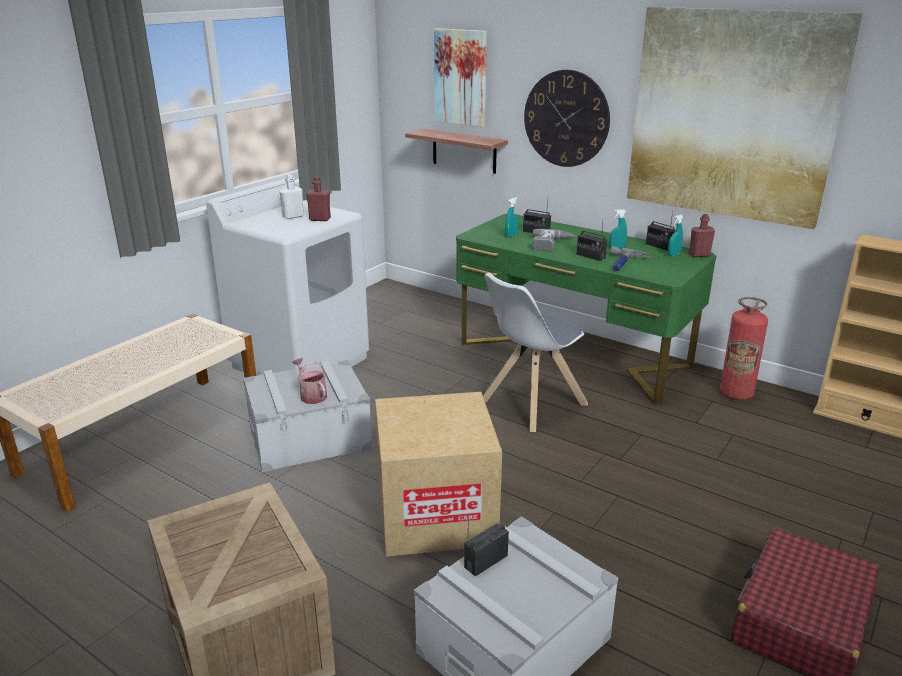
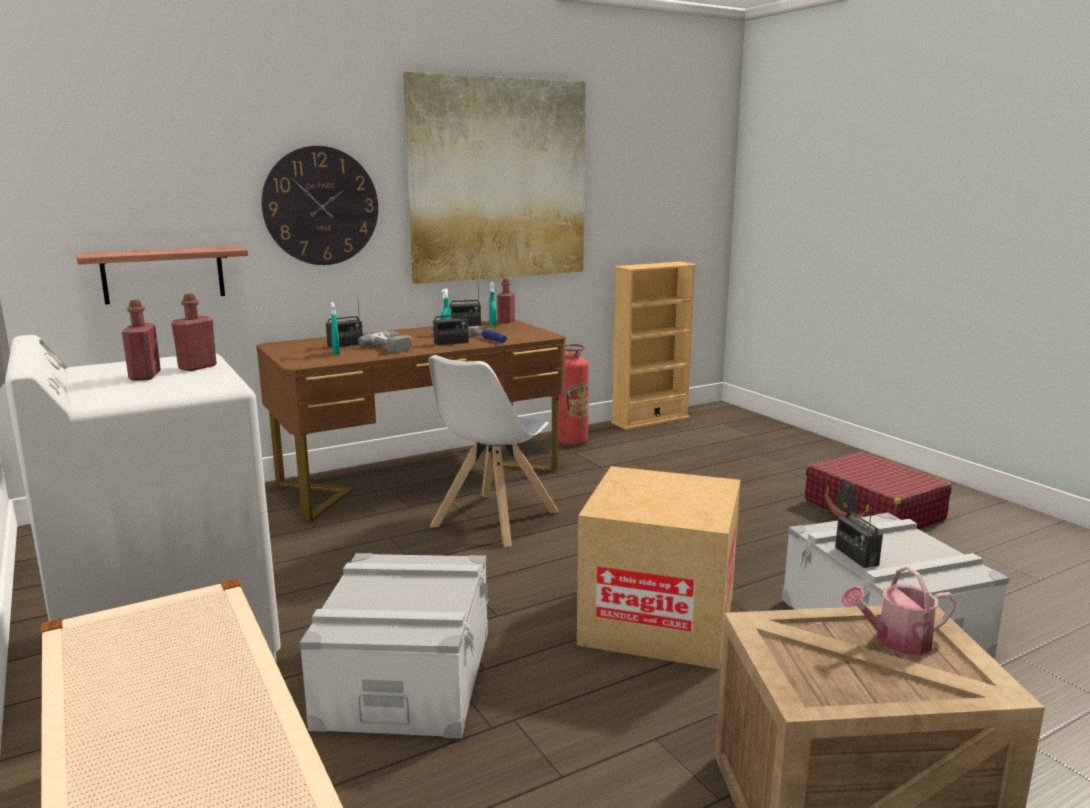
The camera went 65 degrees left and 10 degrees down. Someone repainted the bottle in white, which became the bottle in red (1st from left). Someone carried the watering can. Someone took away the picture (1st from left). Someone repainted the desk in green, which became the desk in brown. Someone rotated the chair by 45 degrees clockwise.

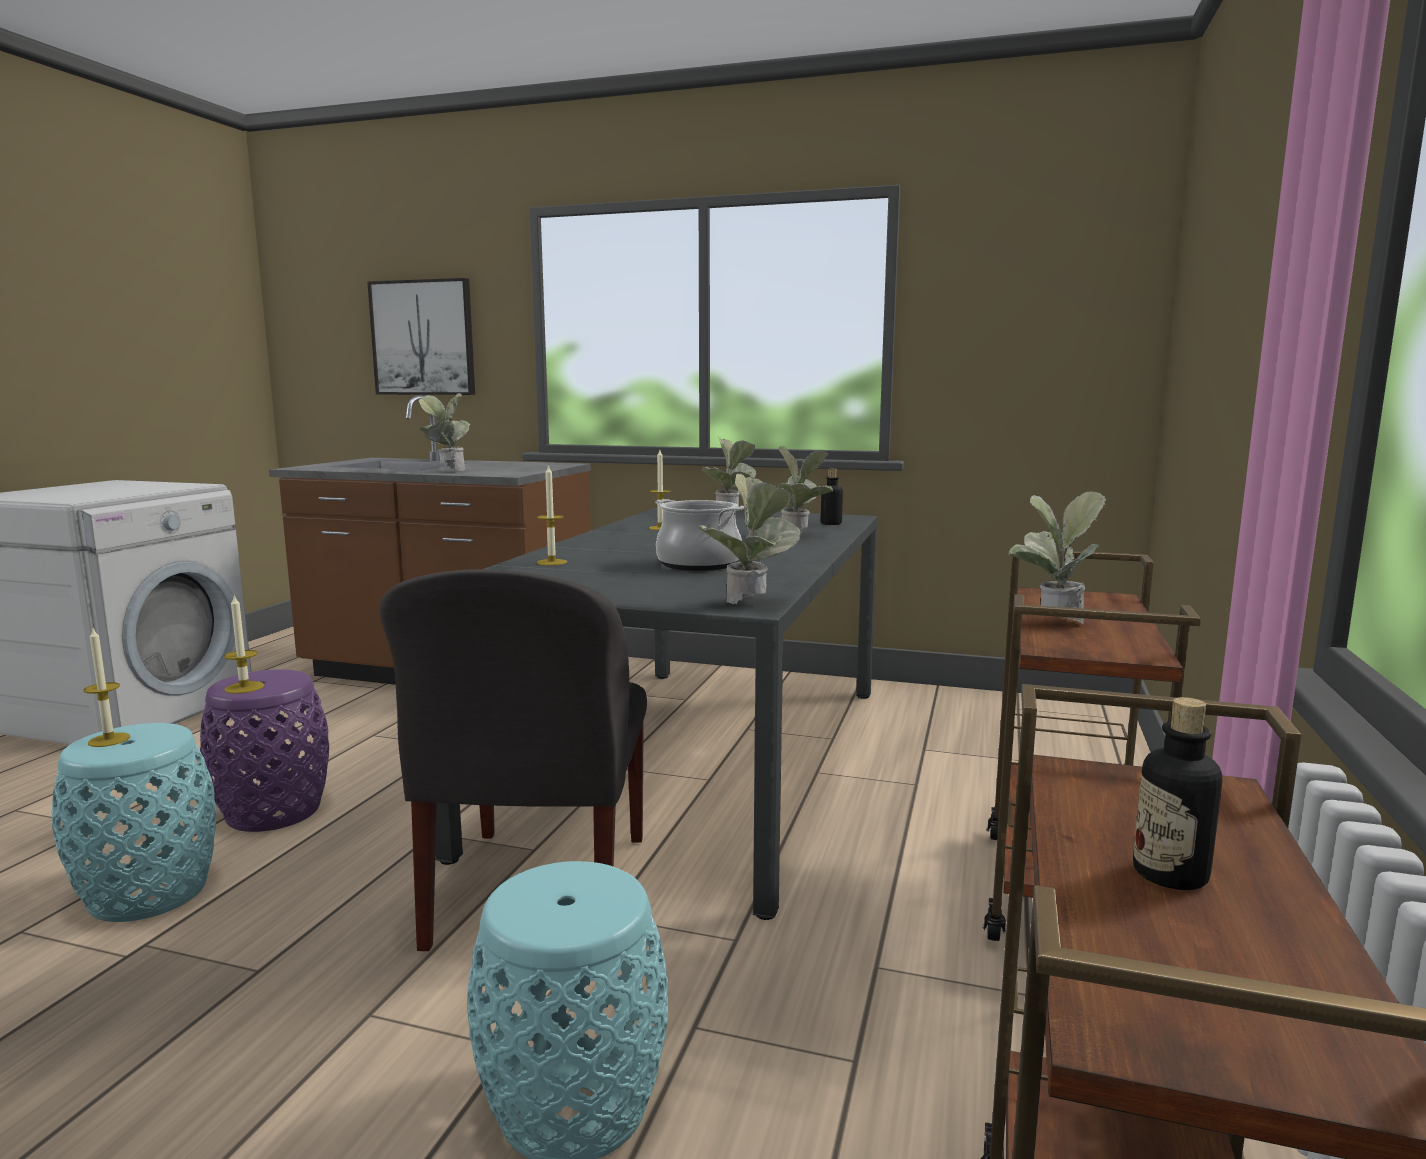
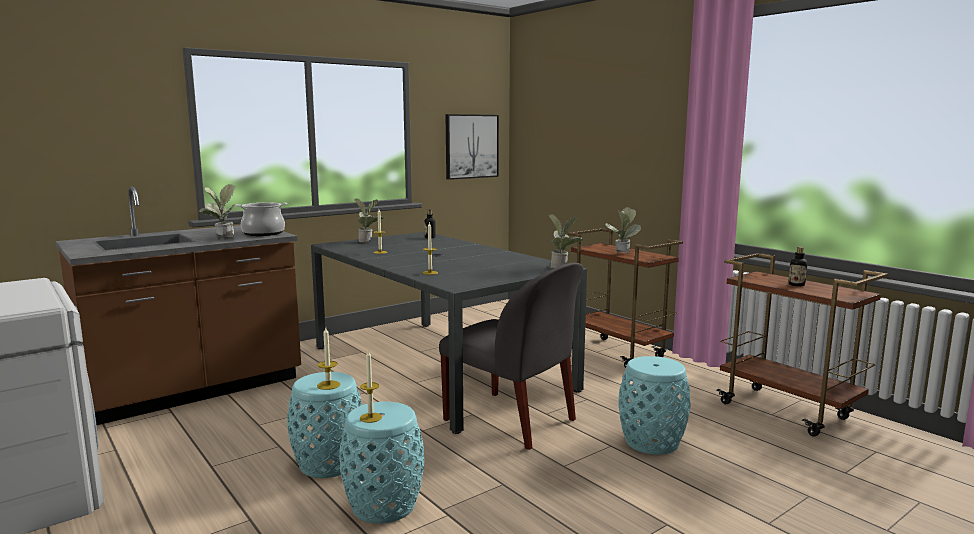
The camera went 55 degrees left and 0 degrees up. Someone repainted the stool in purple, which became the stool in turquoise (1st from left). Someone carried the picture. Someone carried the cooking pot. Someone took away the potted plant (4th from left).

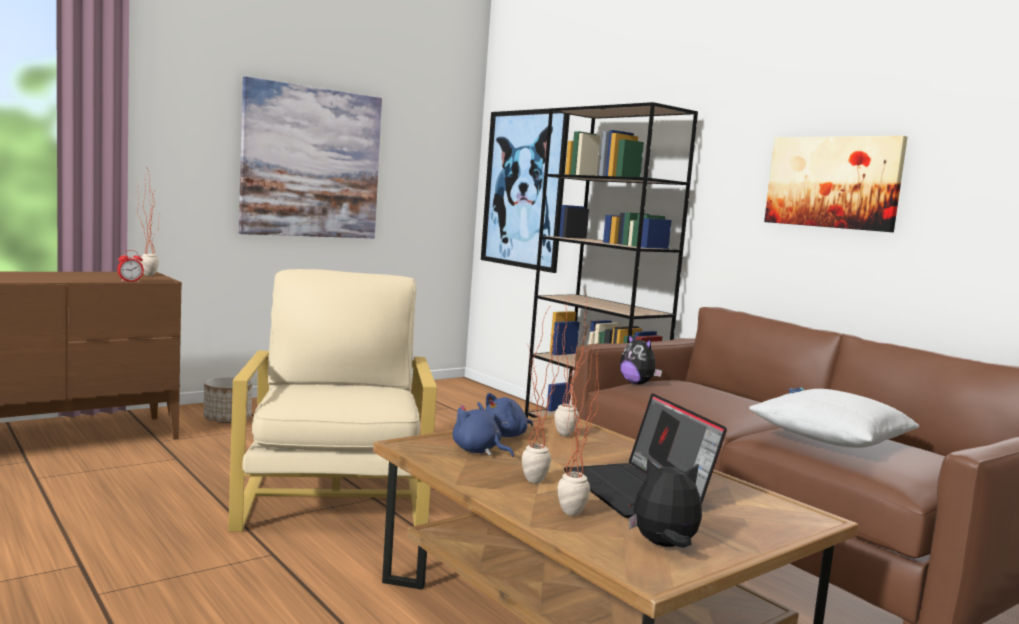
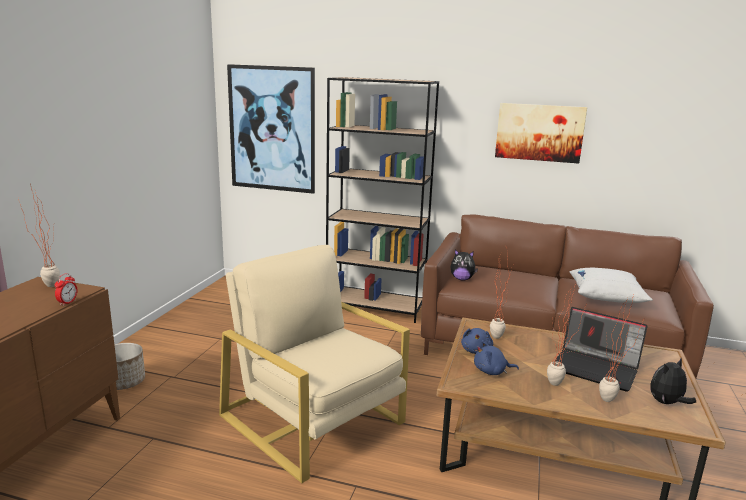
The camera went 35 degrees left and 10 degrees up. Someone took away the picture (1st from left).

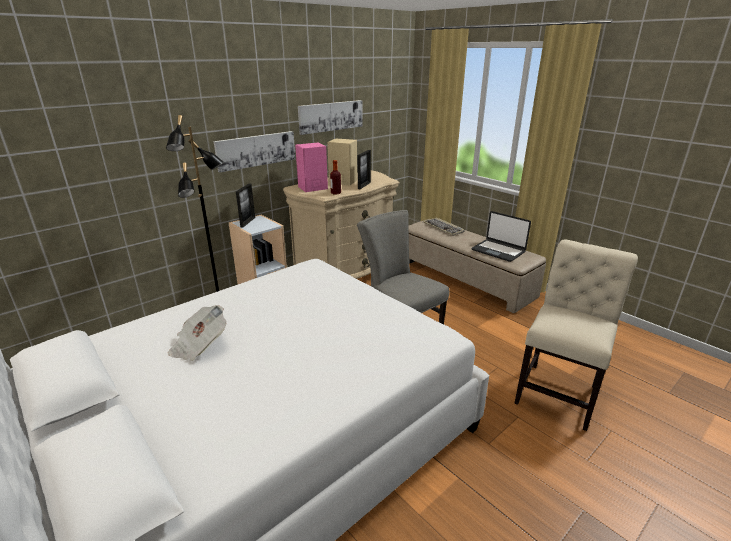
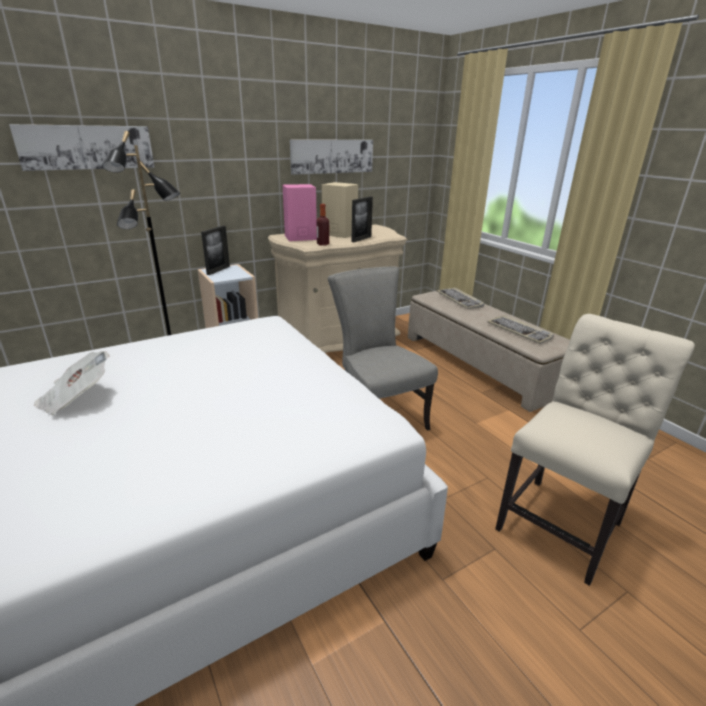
The camera went 10 degrees right and 0 degrees up. Someone carried the picture (1st from left). Someone swapped the laptop for the keyboard (2nd from left).

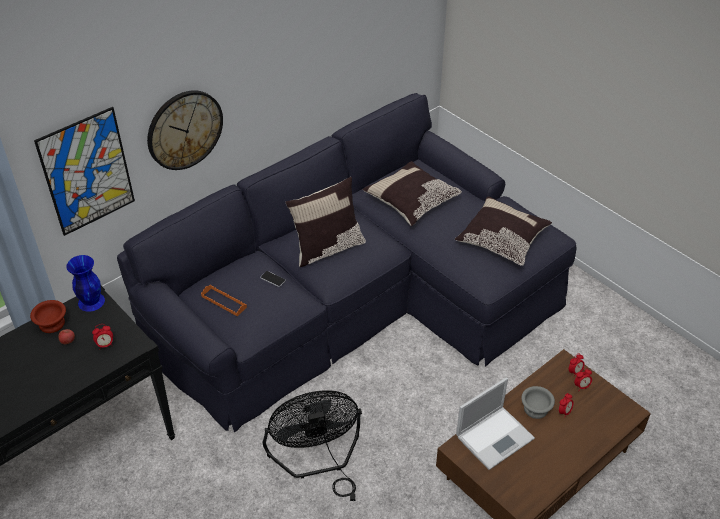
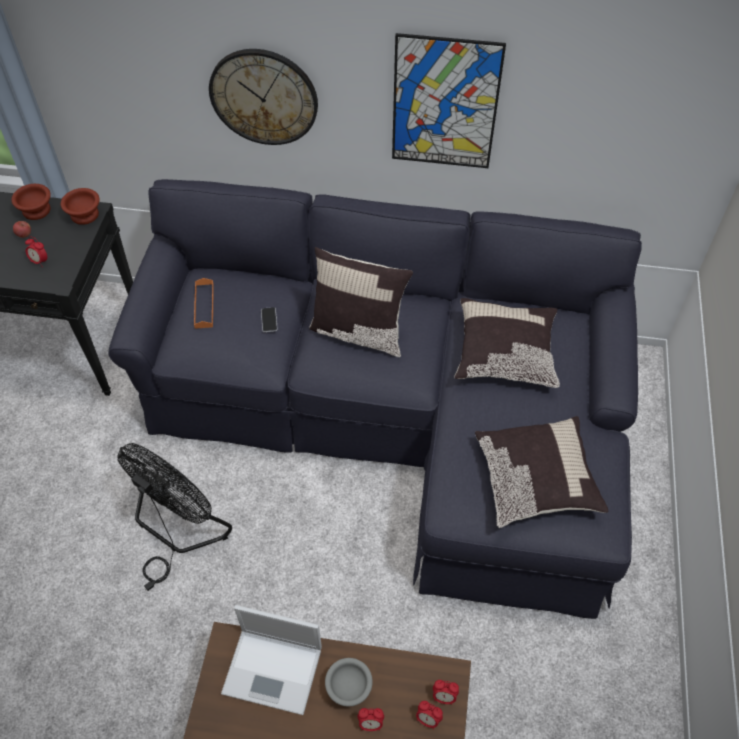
The camera went 50 degrees right and 10 degrees up. Someone carried the picture. Someone swapped the vase in blue for the bowl in brown (2nd from left).

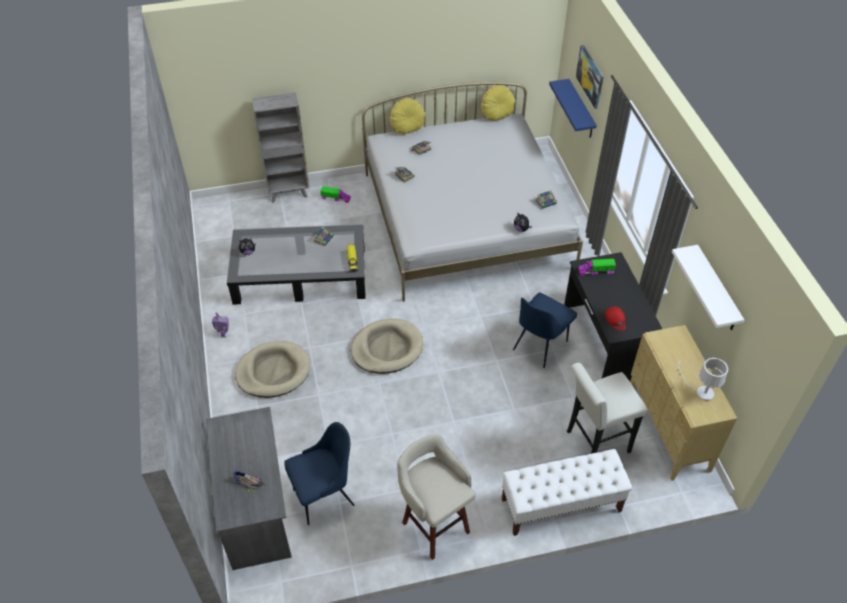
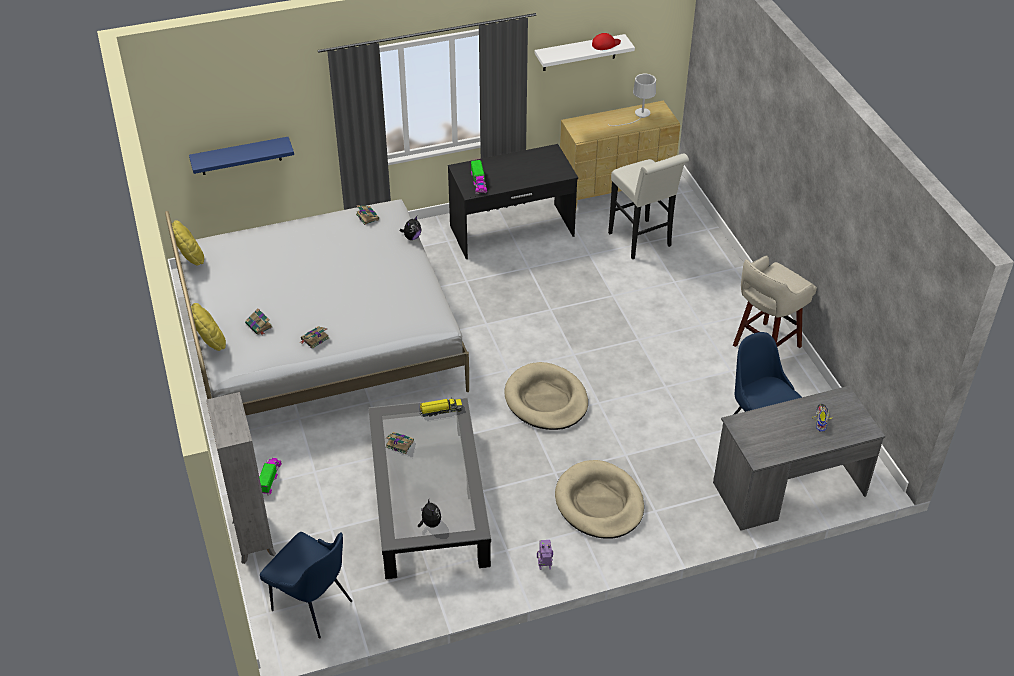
The camera went 95 degrees left and 5 degrees down. Someone took away the bench in white. Someone carried the chair in blue (2nd from left in the first image). Someone took away the picture. Someone carried the cap in red.

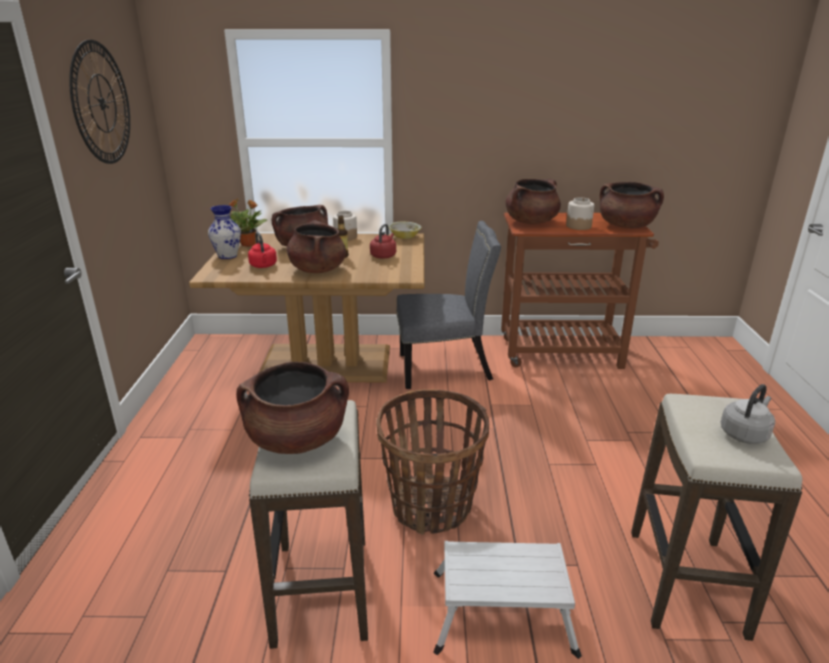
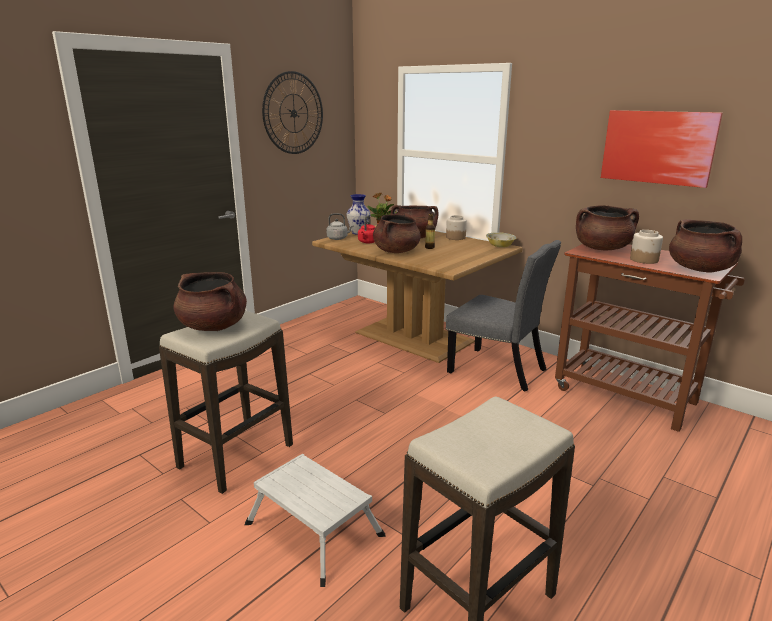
The camera went 40 degrees right and 5 degrees down. Someone took away the kettle in red (2nd from left). Someone took away the basket. Someone carried the kettle in grey. Someone put up the picture.

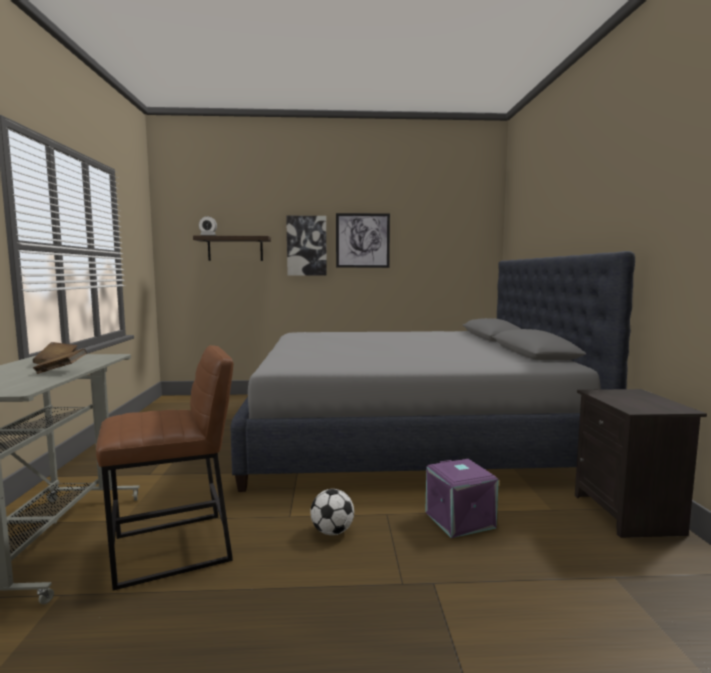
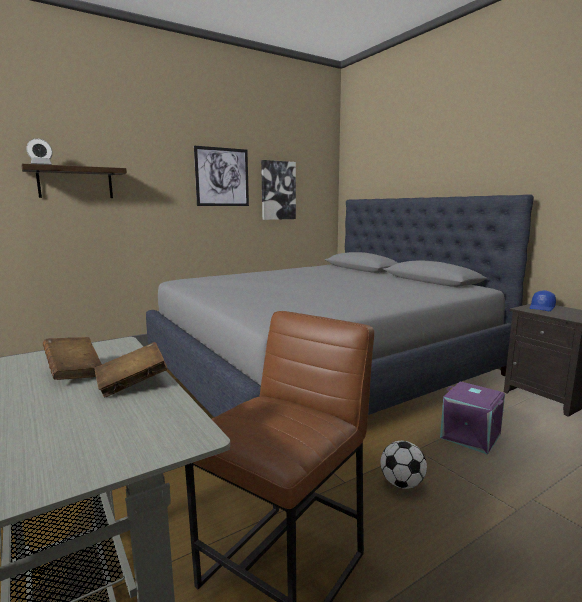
The camera went 30 degrees left and 5 degrees up. Someone carried the picture (1st from left in the first image). Someone put down the cap in blue.

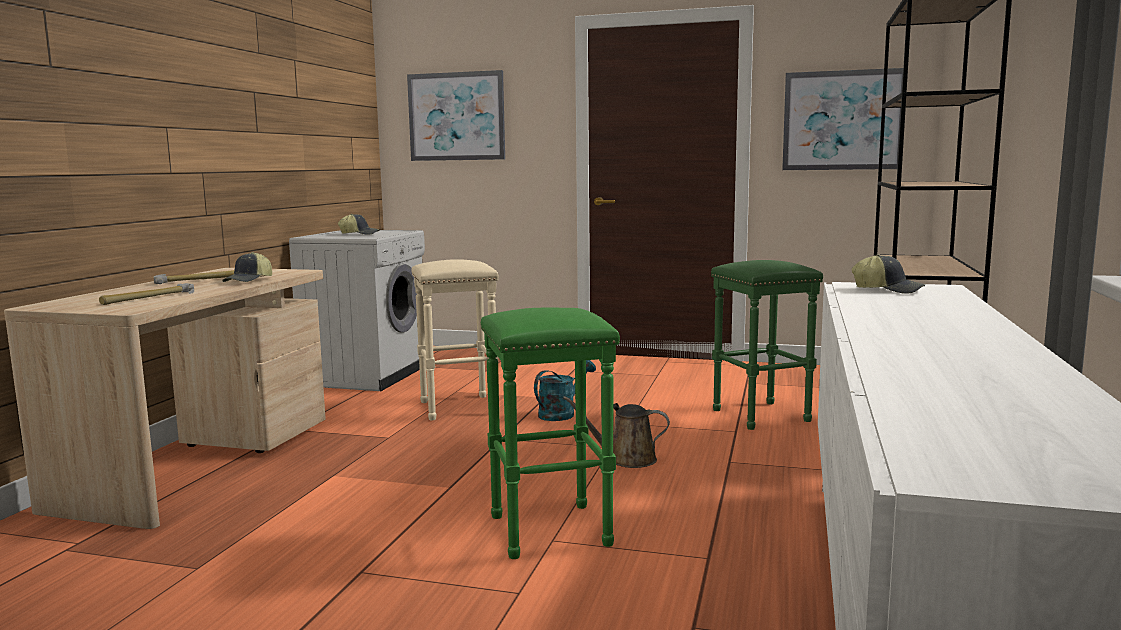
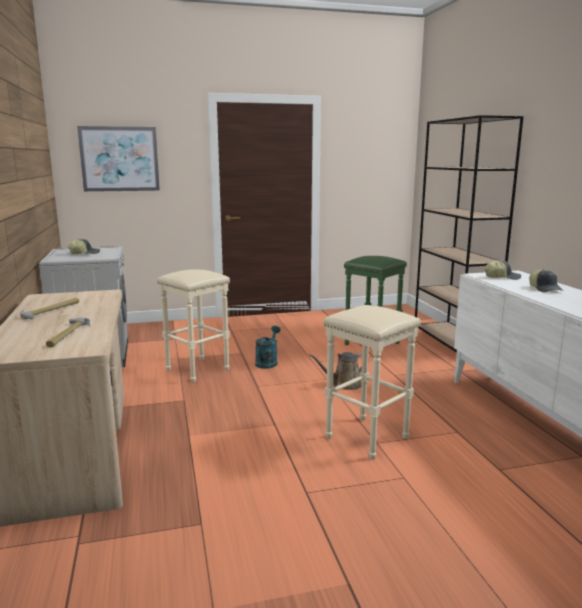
The camera went 30 degrees left and 5 degrees up. Someone carried the cap (1st from left in the first image). Someone repainted the stool in green (1st from left), which became the stool in beige (2nd from left). Someone took away the picture (2nd from left).

